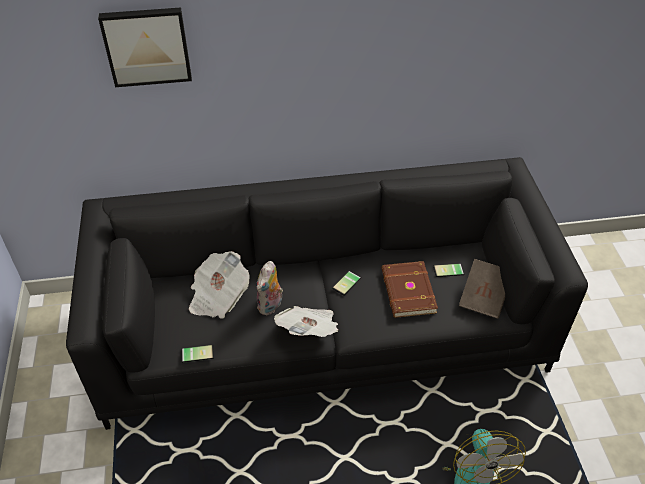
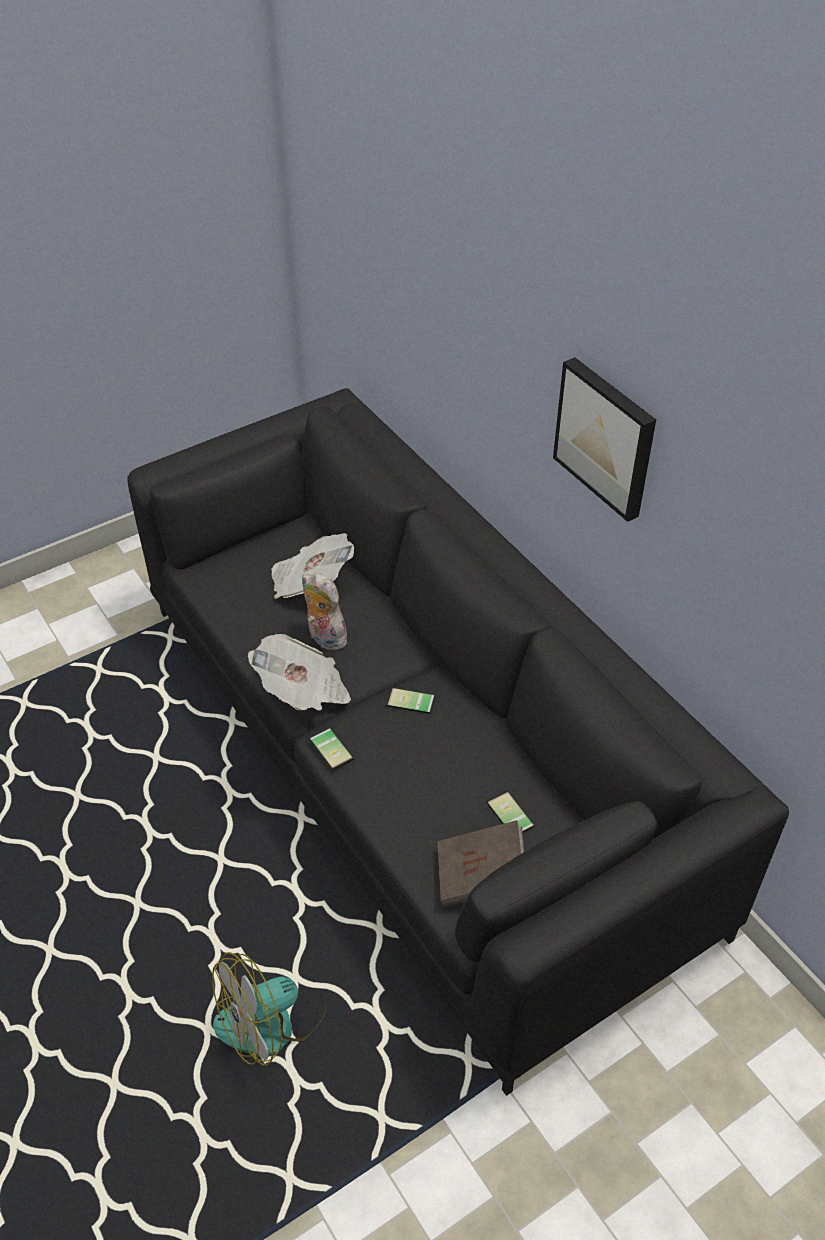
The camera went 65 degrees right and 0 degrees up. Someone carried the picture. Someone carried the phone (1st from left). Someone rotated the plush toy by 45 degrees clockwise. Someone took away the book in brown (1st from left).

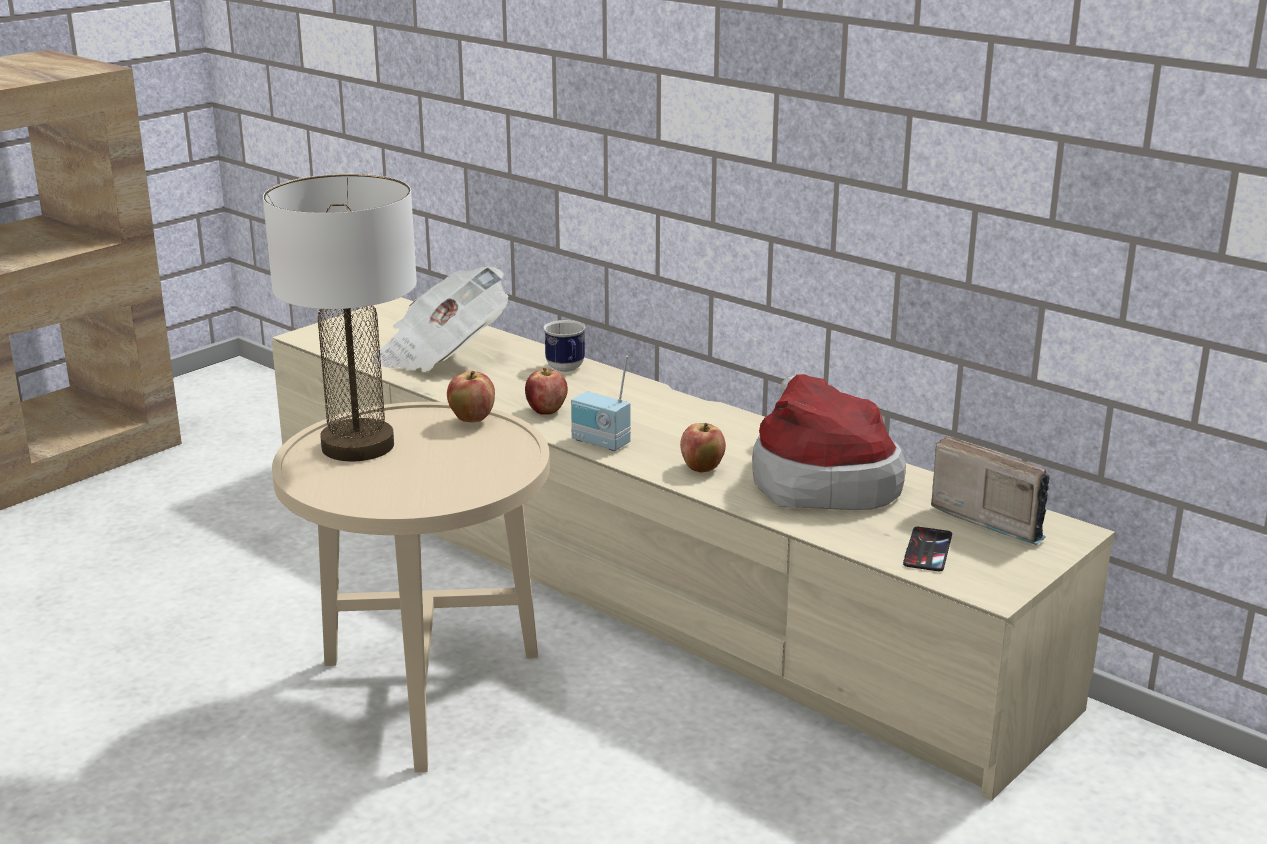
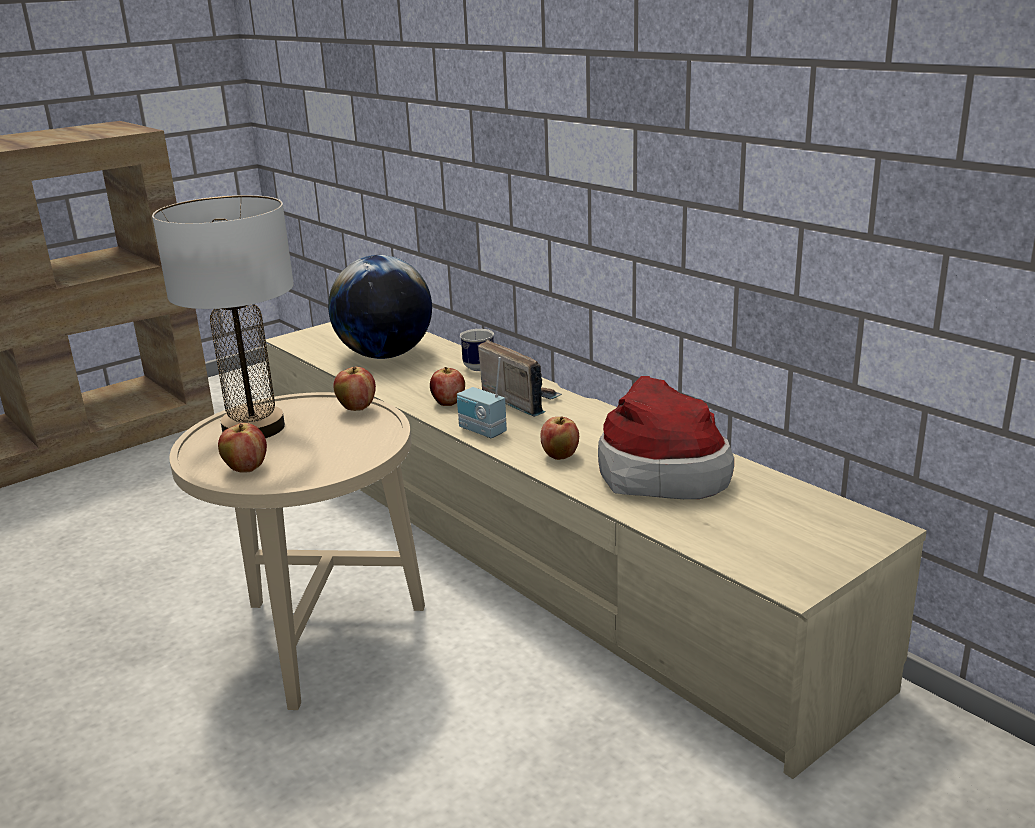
The camera went 10 degrees right and 0 degrees up. Someone swapped the newspaper for the globe. Someone took away the phone. Someone carried the radio (2nd from left). Someone put down the apple (1st from left).

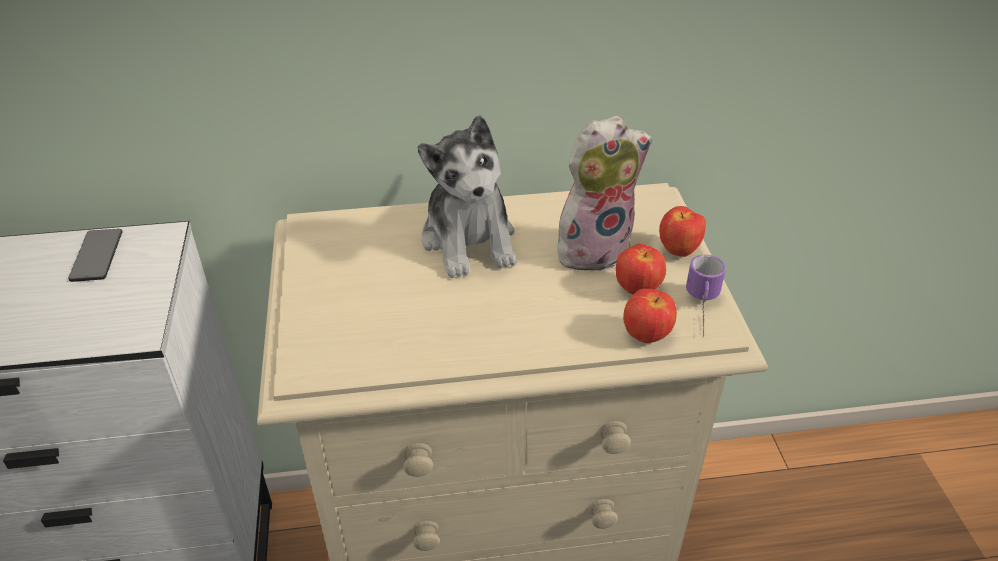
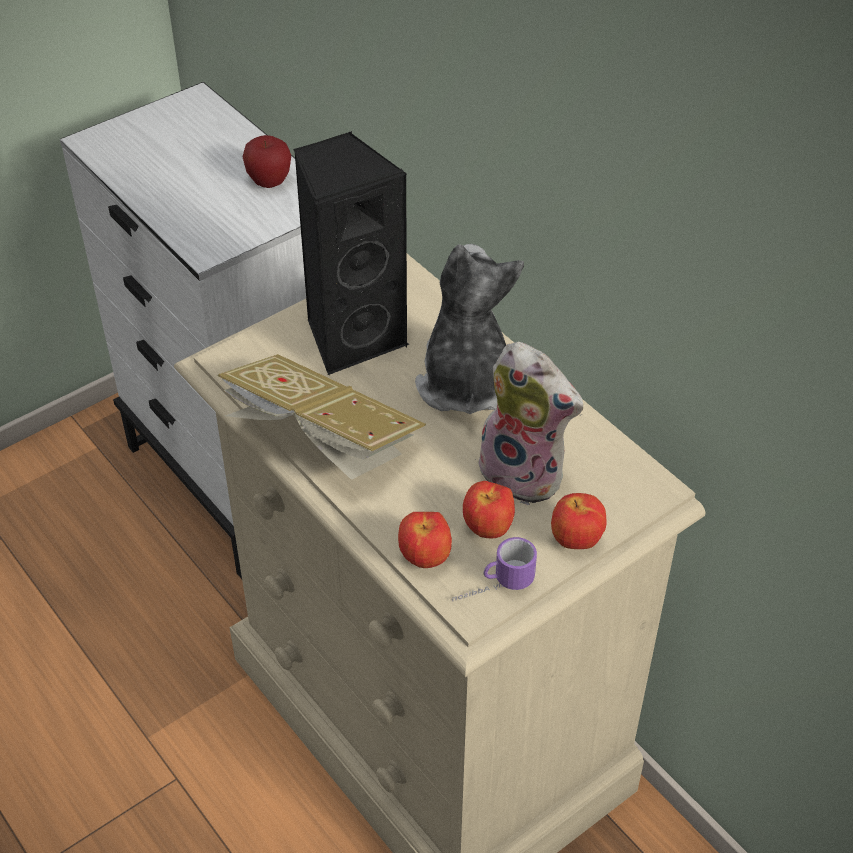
The camera went 60 degrees right and 5 degrees up. Someone swapped the phone for the apple (1st from left). Someone rotated the plush toy (1st from left) by 135 degrees clockwise. Someone put down the book. Someone put down the speaker in black.

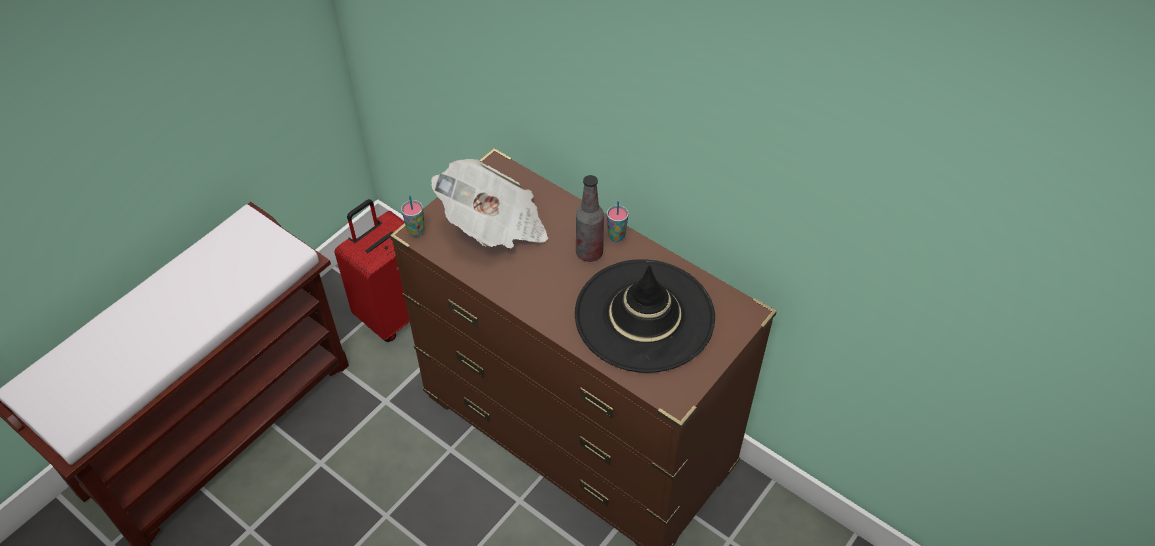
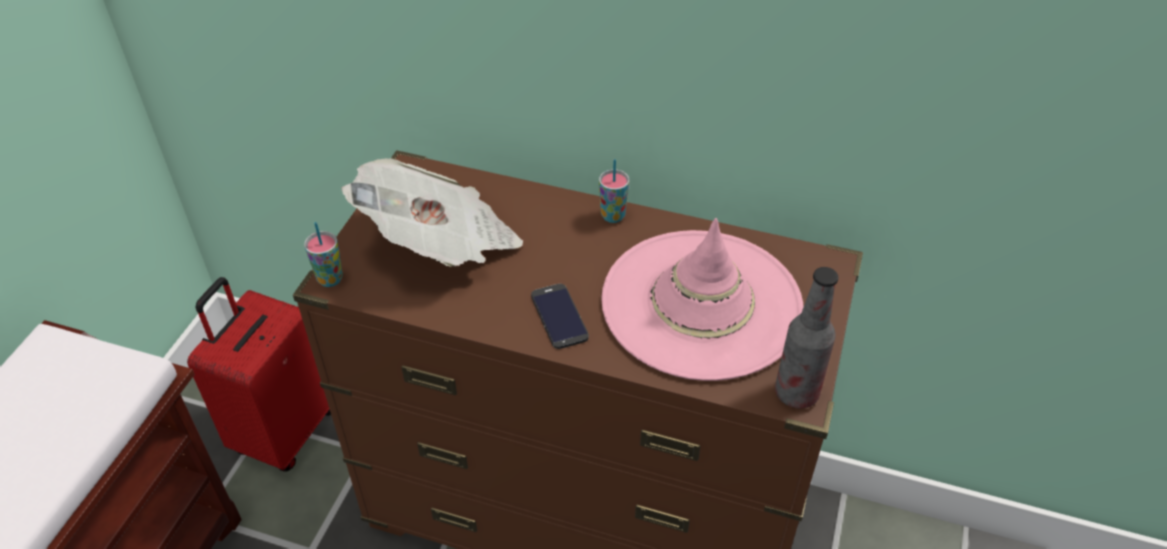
The camera went 20 degrees left and 5 degrees down. Someone repainted the hat in black, which became the hat in pink. Someone carried the bottle. Someone put down the phone.

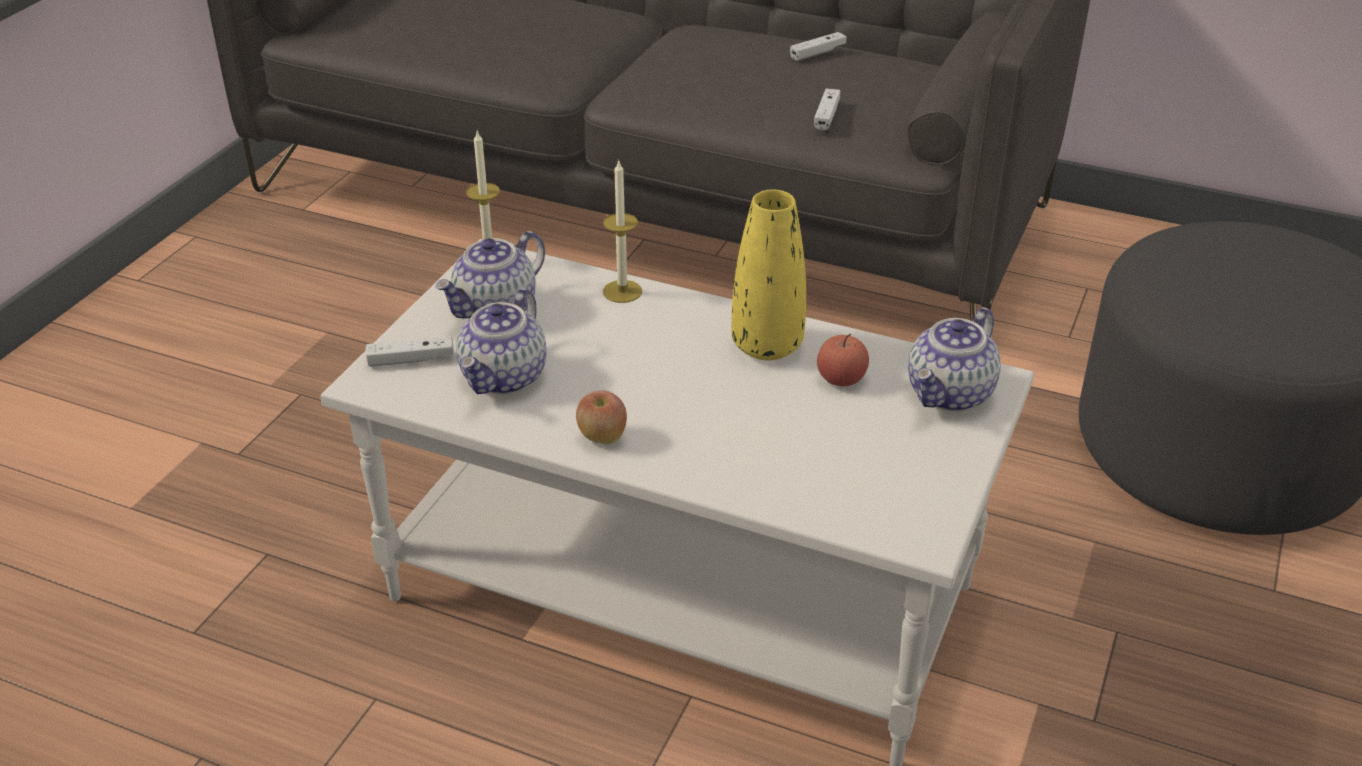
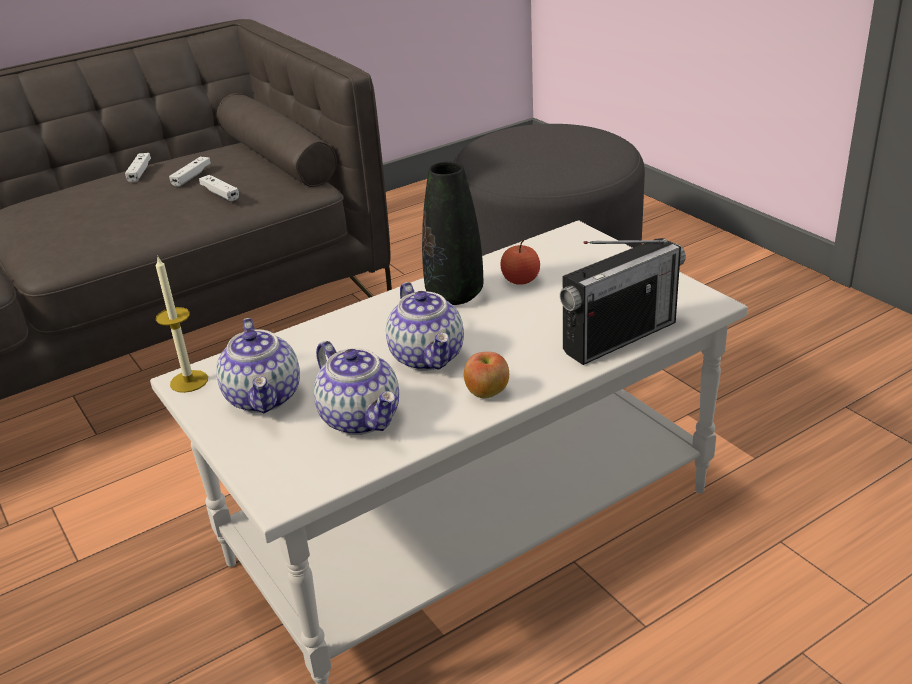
The camera went 55 degrees left and 5 degrees down. Someone carried the game controller in white (1st from left in the first image). Someone took away the candle (2nd from left). Someone repainted the vase in yellow, which became the vase in black. Someone carried the teapot (3rd from left). Someone put down the radio.

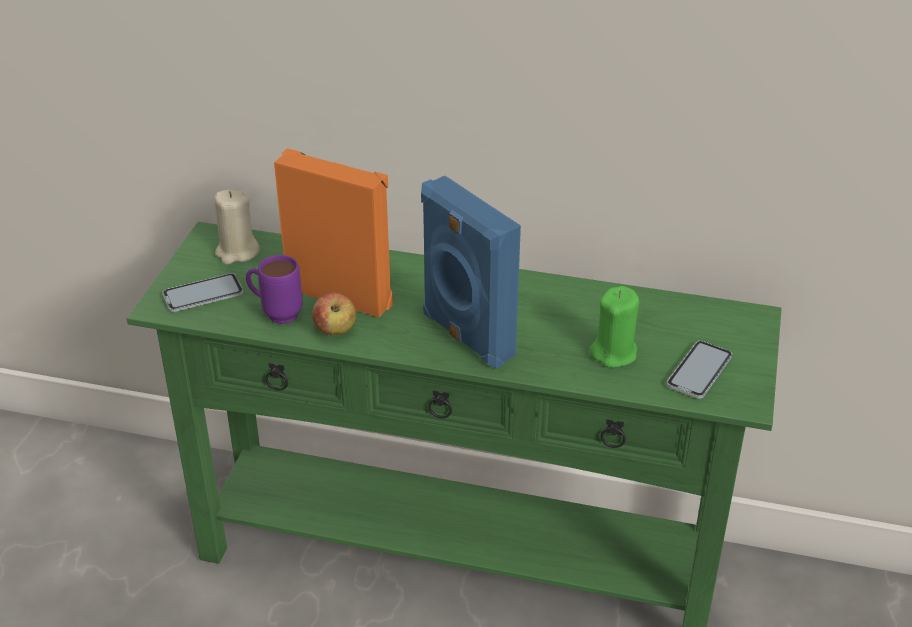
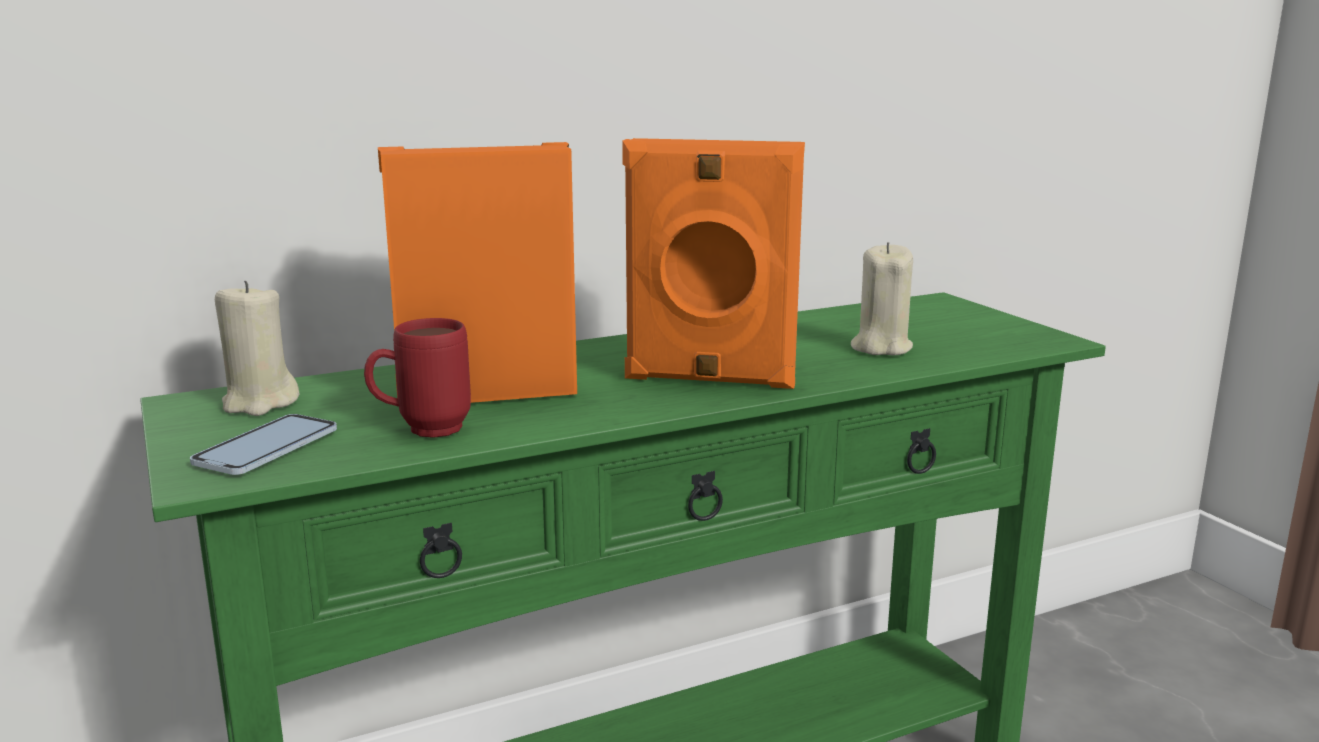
The camera went 40 degrees left and 20 degrees down. Someone repainted the mug in purple, which became the mug in red. Someone took away the apple. Someone repainted the speaker in blue, which became the speaker in orange (2nd from left). Someone repainted the candle in green, which became the candle in beige (2nd from left). Someone took away the phone (2nd from left).

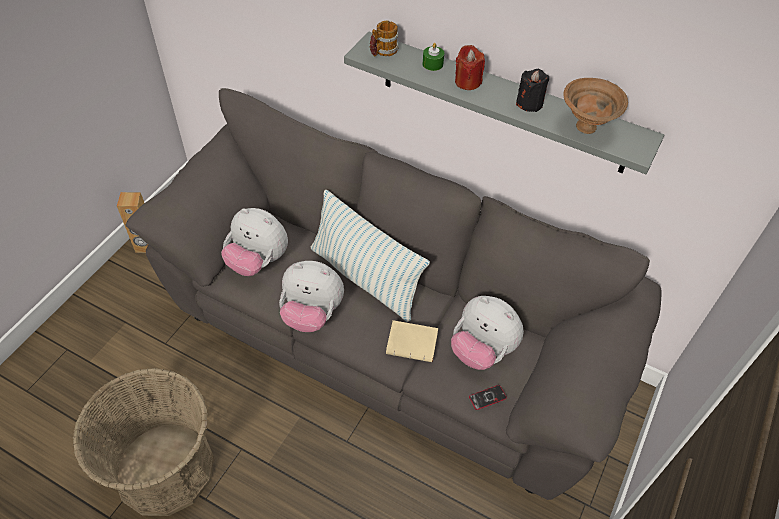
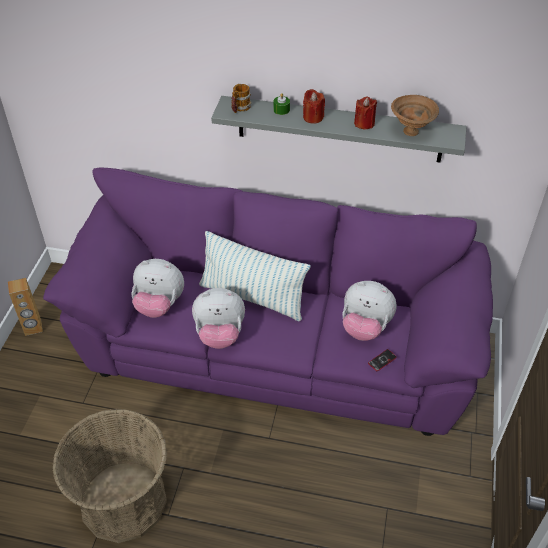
The camera went 15 degrees left and 5 degrees down. Someone repainted the sofa in grey, which became the sofa in purple. Someone took away the book in beige. Someone repainted the candle in black, which became the candle in red (2nd from left).

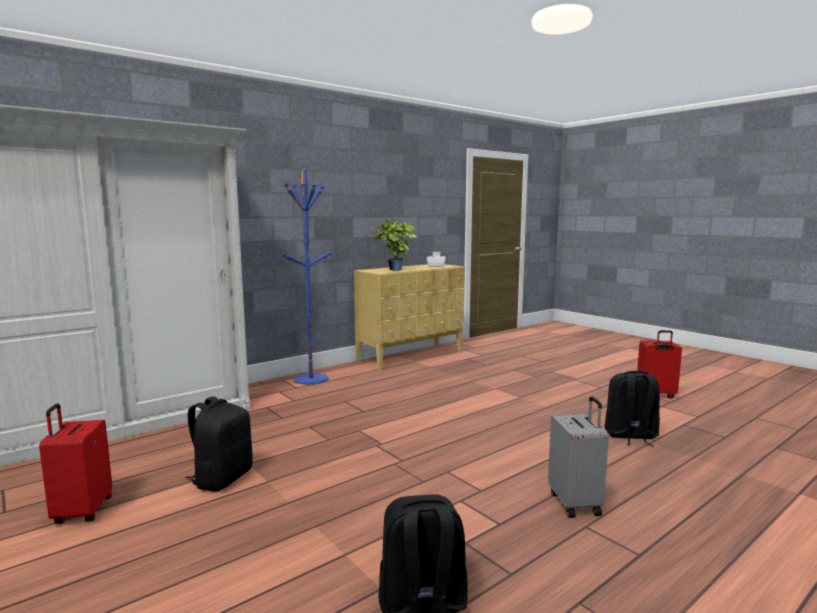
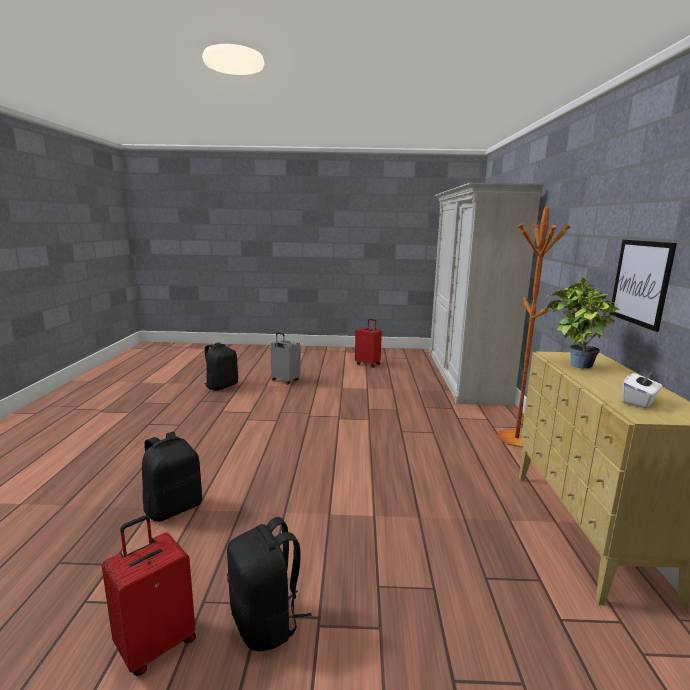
The camera went 130 degrees right and 5 degrees up. Someone carried the backpack in black (1st from left in the first image). Someone repainted the clothes rack in blue, which became the clothes rack in orange. Someone carried the suitcase in grey. Someone put up the picture.

